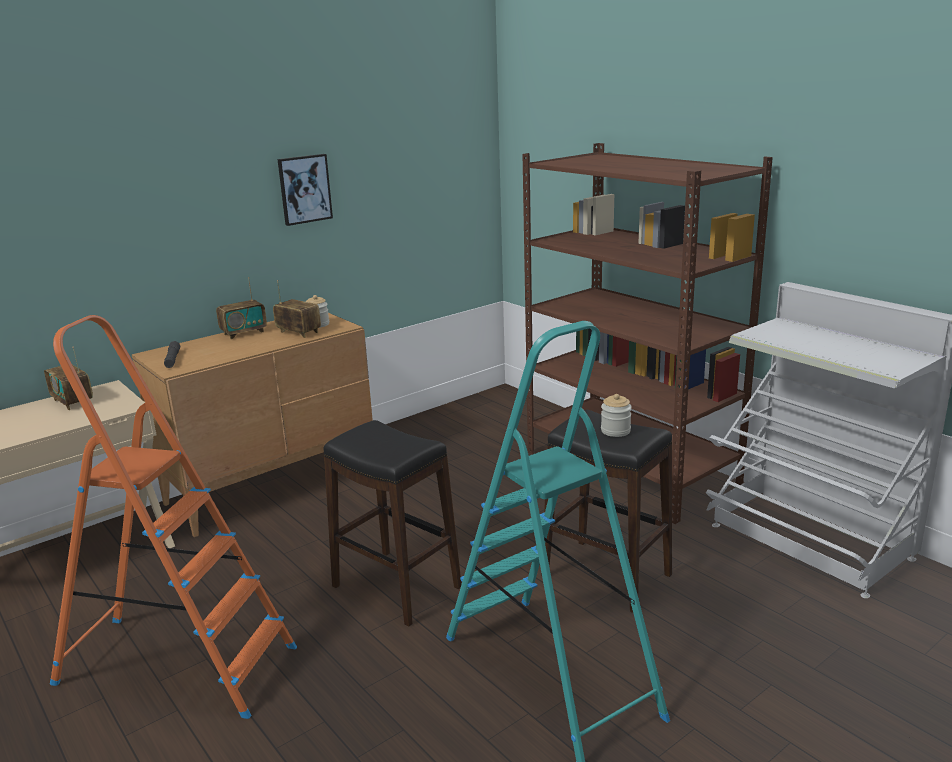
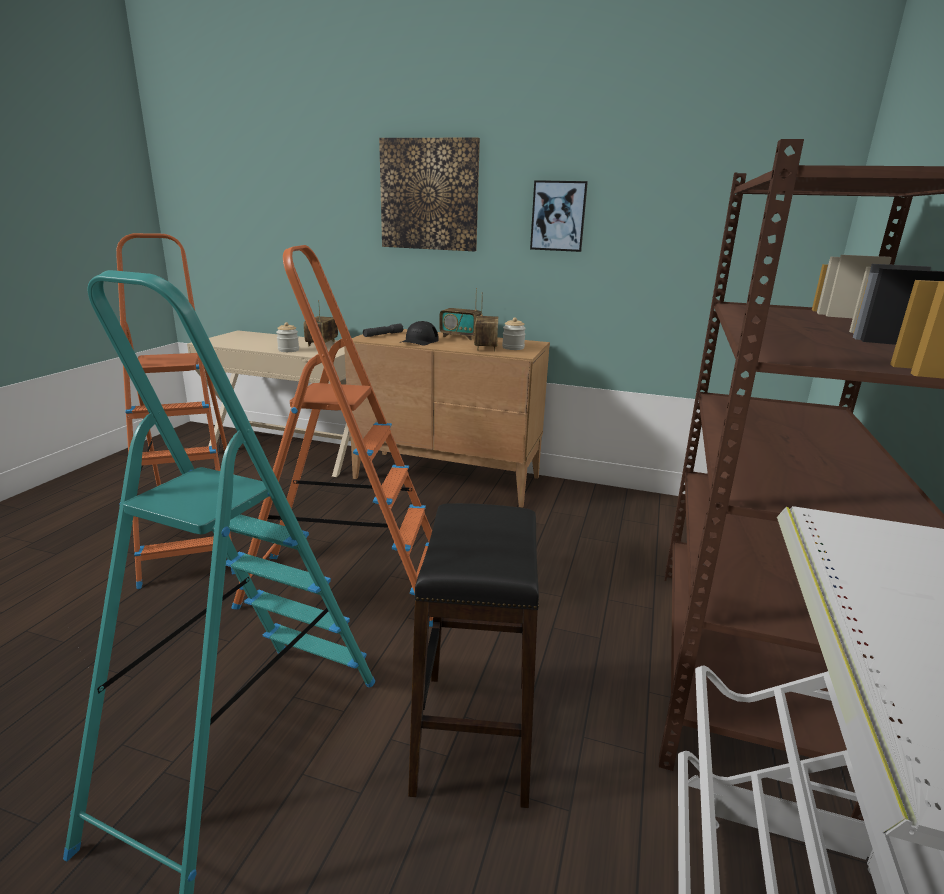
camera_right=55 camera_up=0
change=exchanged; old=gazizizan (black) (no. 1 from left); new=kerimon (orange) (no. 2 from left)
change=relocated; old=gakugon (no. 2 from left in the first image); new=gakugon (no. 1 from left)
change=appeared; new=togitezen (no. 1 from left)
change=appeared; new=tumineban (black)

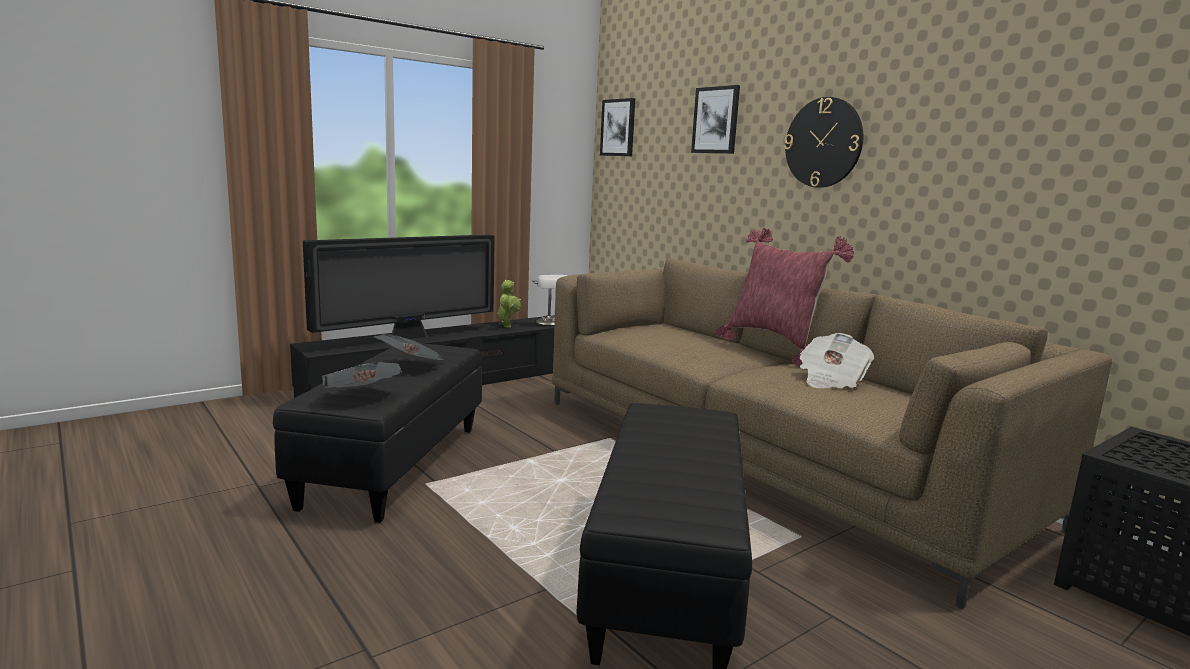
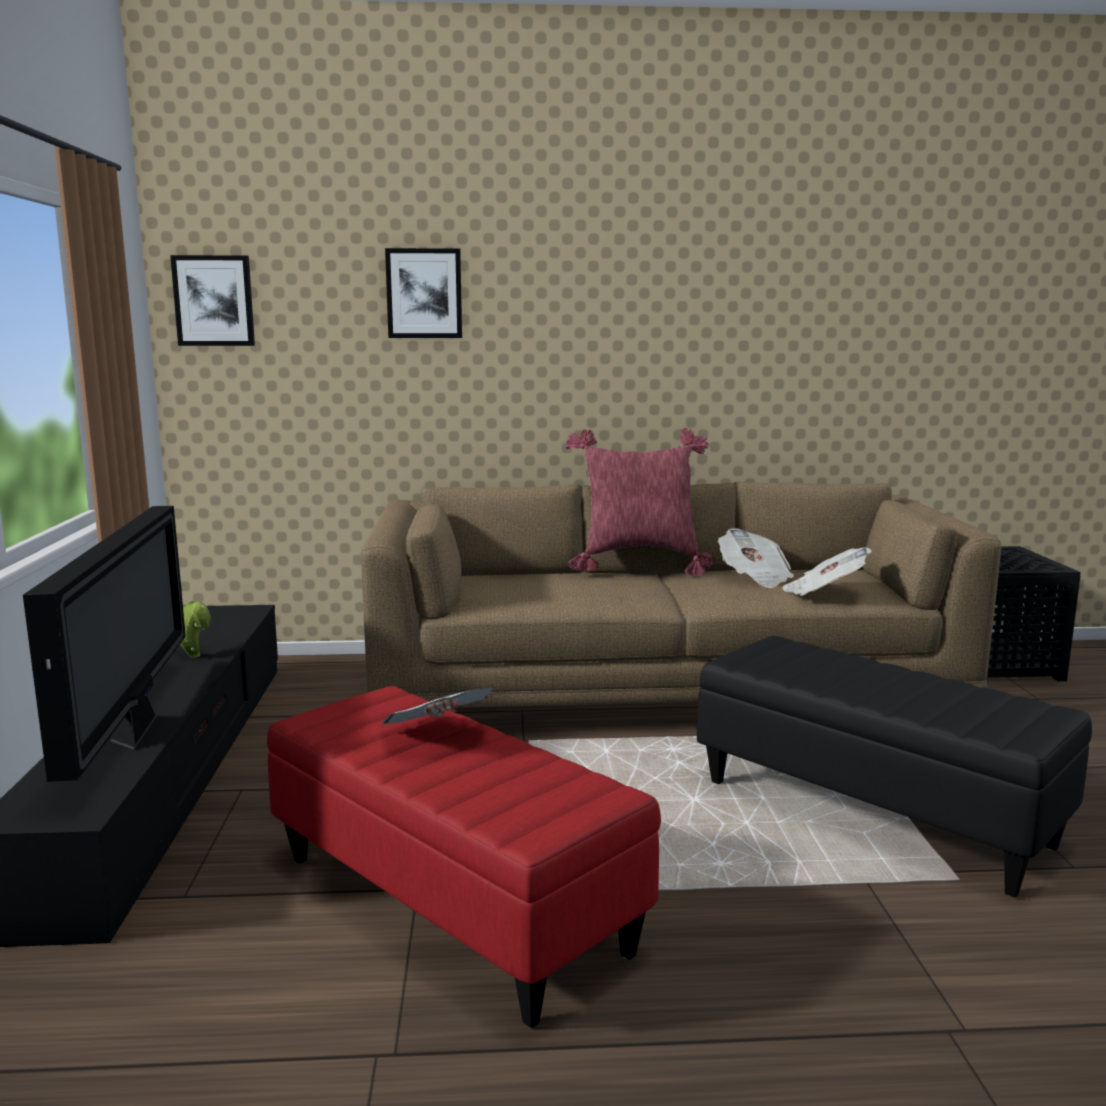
camera_right=-55 camera_up=0
change=colour; old=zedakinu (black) (no. 1 from left); new=zedakinu (red)
change=relocated; old=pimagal (no. 1 from left in the first image); new=pimagal (no. 3 from left)
change=missing; old=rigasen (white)
change=missing; old=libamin

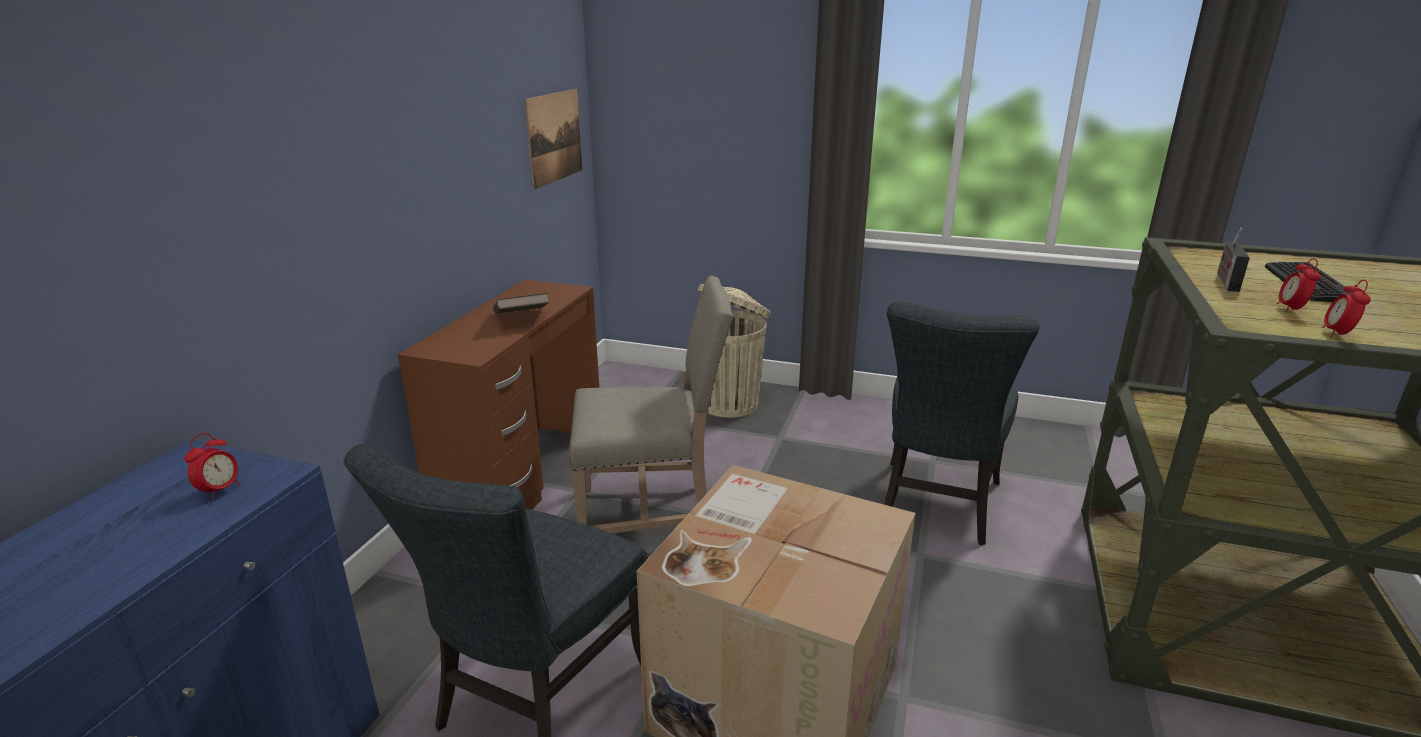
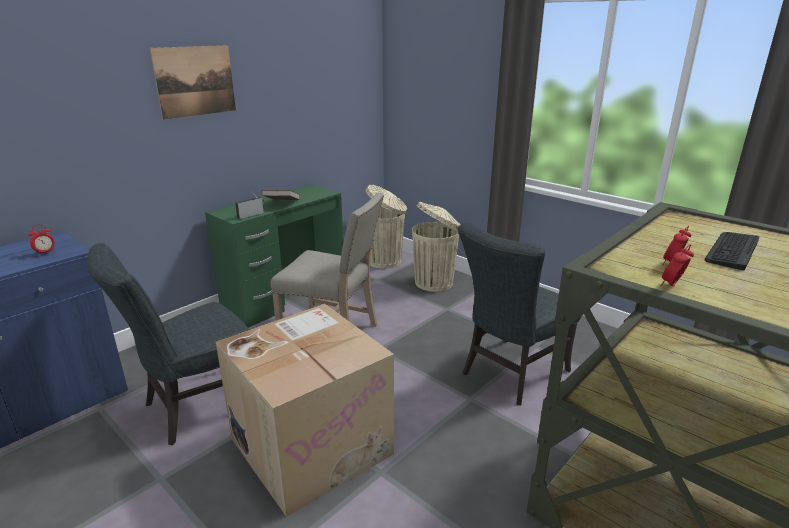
camera_right=25 camera_up=0
change=colour; old=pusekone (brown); new=pusekone (green)
change=relocated; old=togitezen
change=relocated; old=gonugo
change=appeared; new=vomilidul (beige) (no. 1 from left)

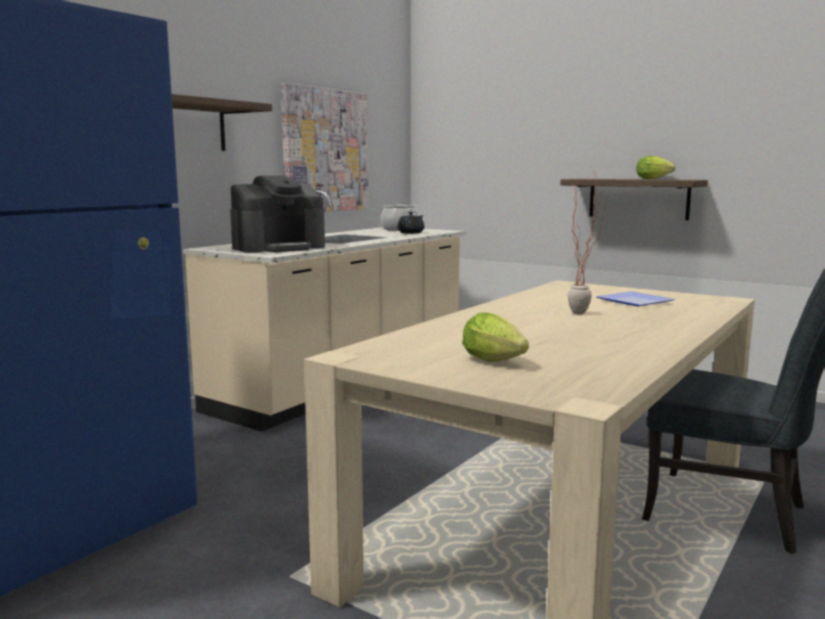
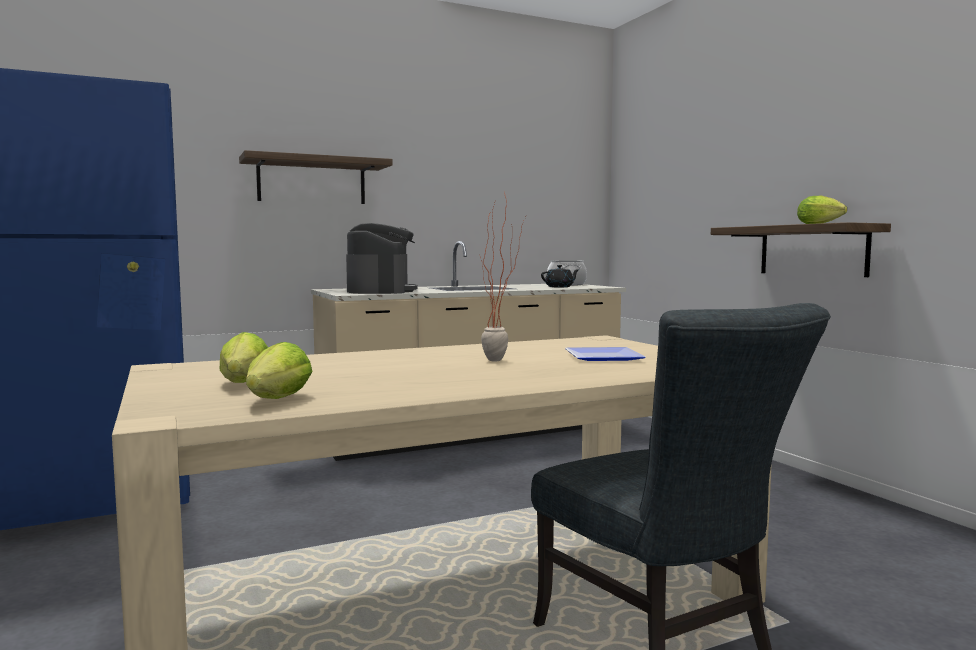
camera_right=30 camera_up=-5
change=spun; old=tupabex; degrees=-90
change=missing; old=togitezen
change=appeared; new=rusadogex (no. 2 from left)

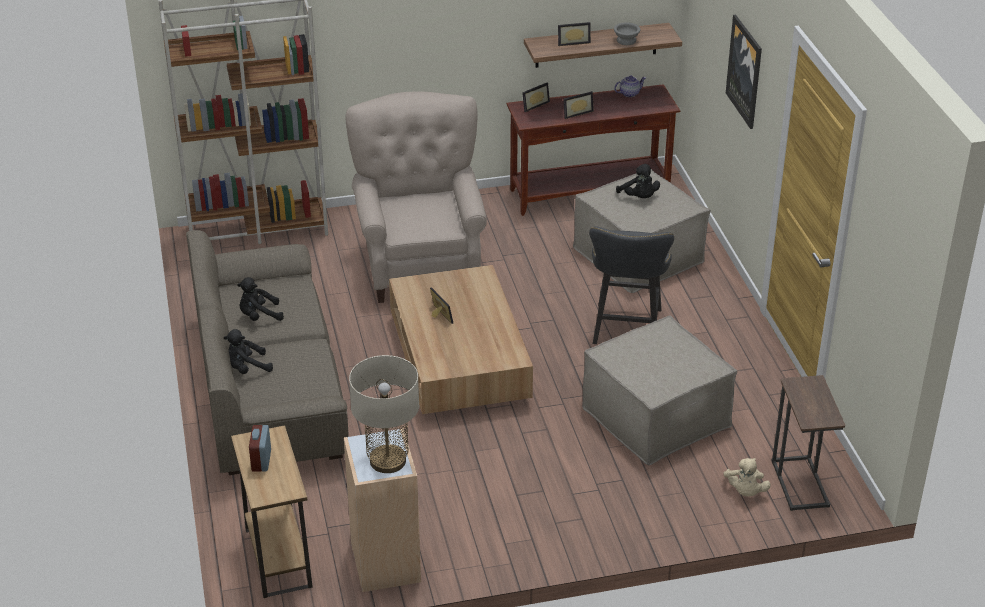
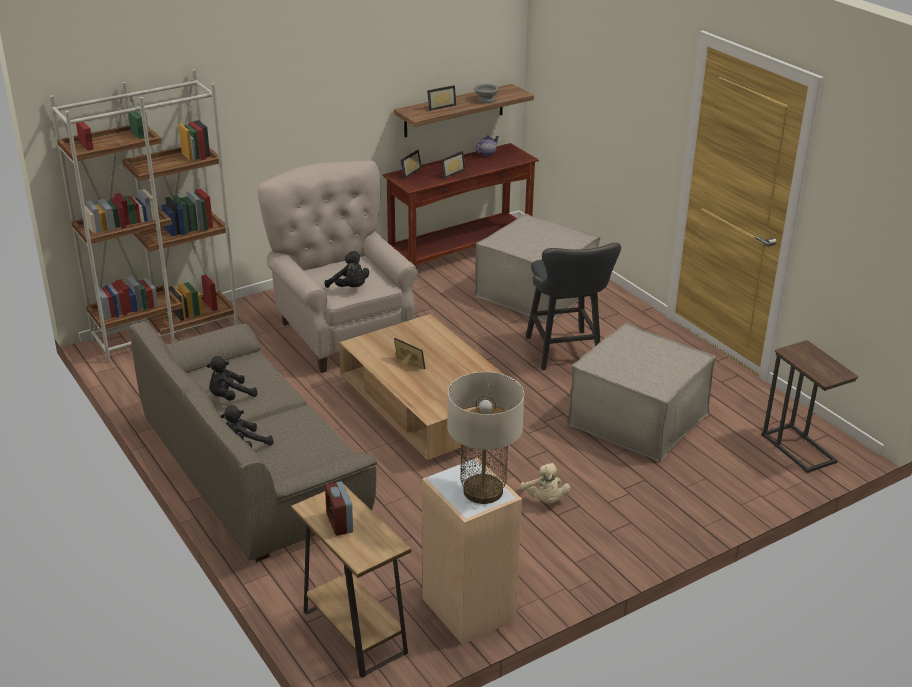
camera_right=-20 camera_up=-5
change=relocated; old=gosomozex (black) (no. 3 from left)
change=relocated; old=gosomozex (beige)
change=missing; old=togitezen

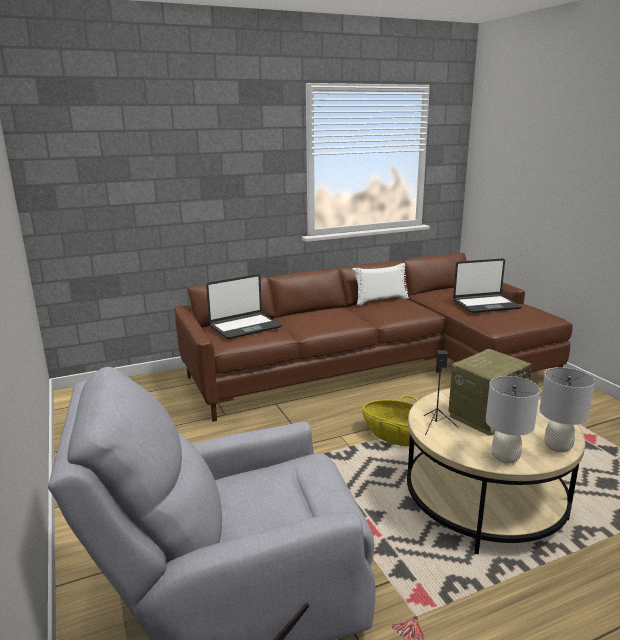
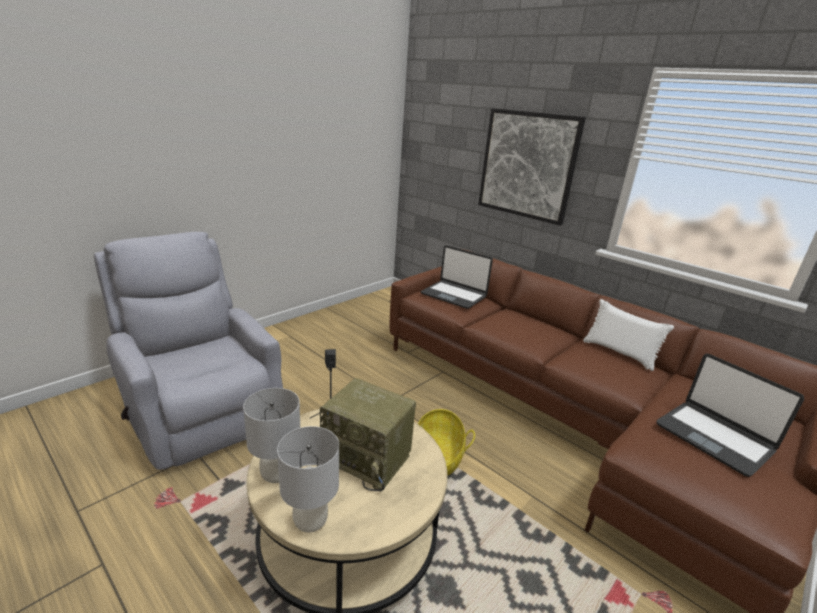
camera_right=65 camera_up=5
change=appeared; new=togitezen

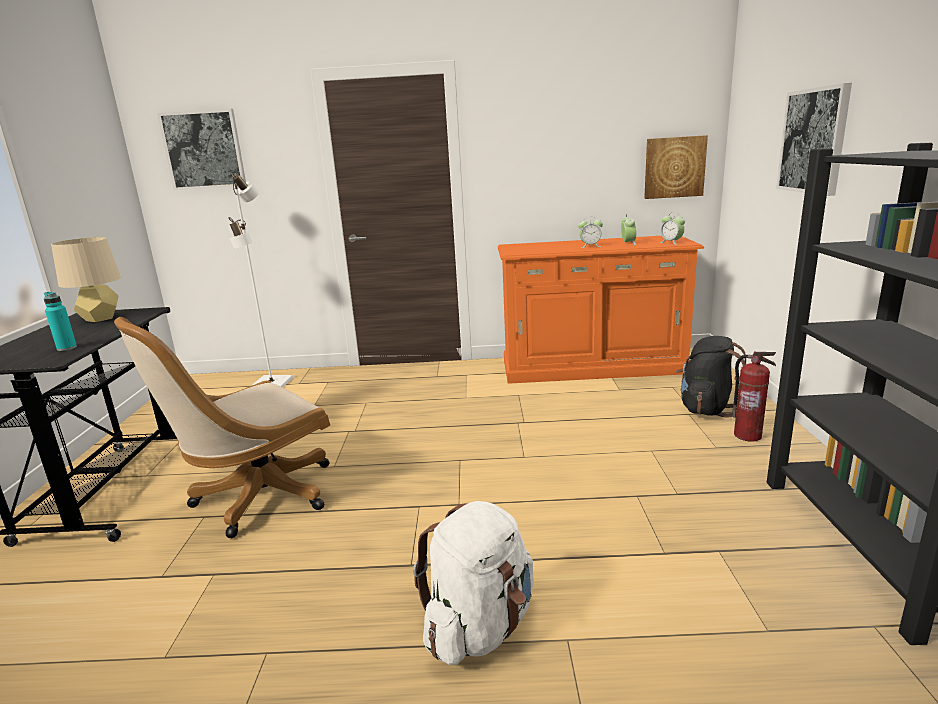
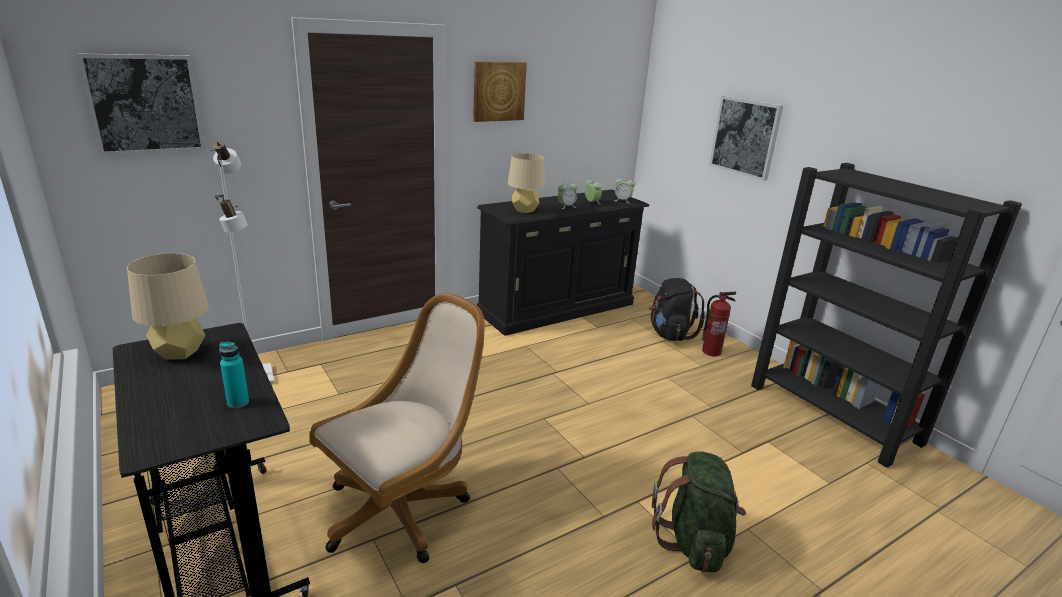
camera_right=-35 camera_up=5
change=spun; old=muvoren; degrees=-150
change=colour; old=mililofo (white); new=mililofo (green)
change=colour; old=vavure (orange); new=vavure (black)
change=relocated; old=togitezen (no. 2 from left)
change=appeared; new=rigasen (beige) (no. 2 from left)

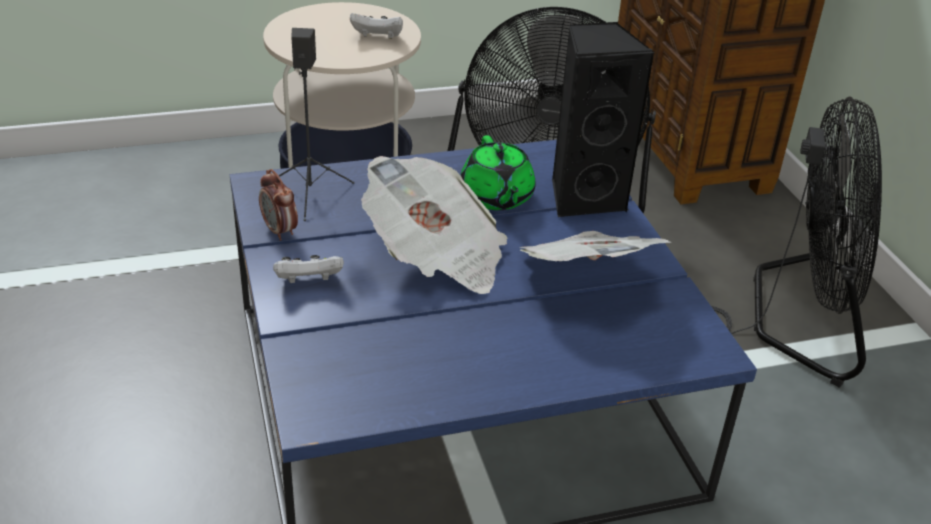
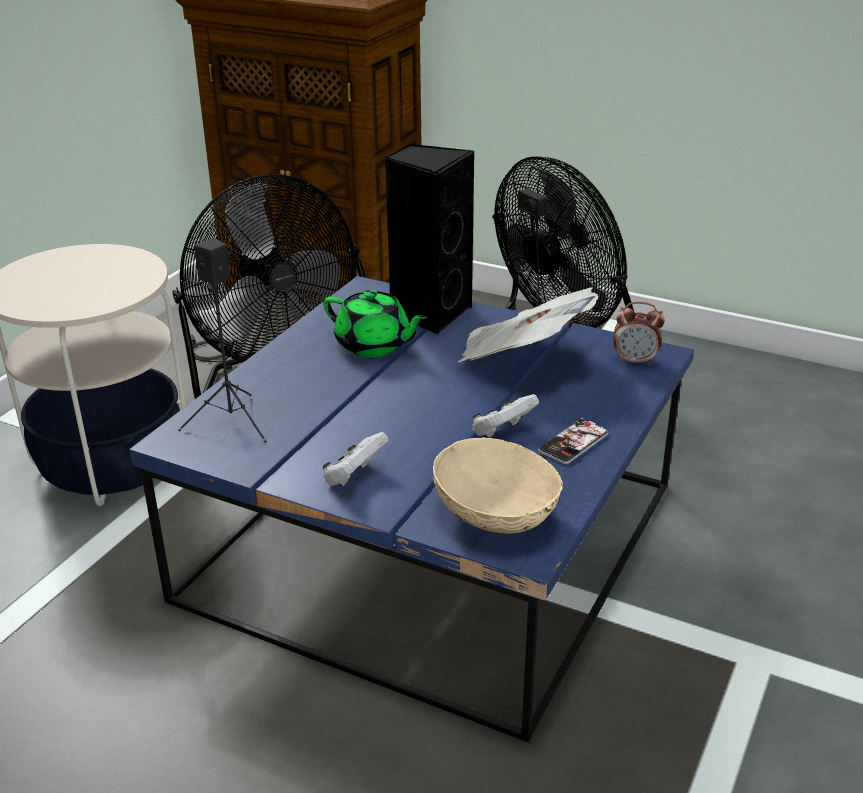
camera_right=-45 camera_up=-5
change=relocated; old=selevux
change=relocated; old=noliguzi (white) (no. 2 from left)
change=missing; old=pimagal (no. 1 from left)
change=appeared; new=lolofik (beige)
change=appeared; new=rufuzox

